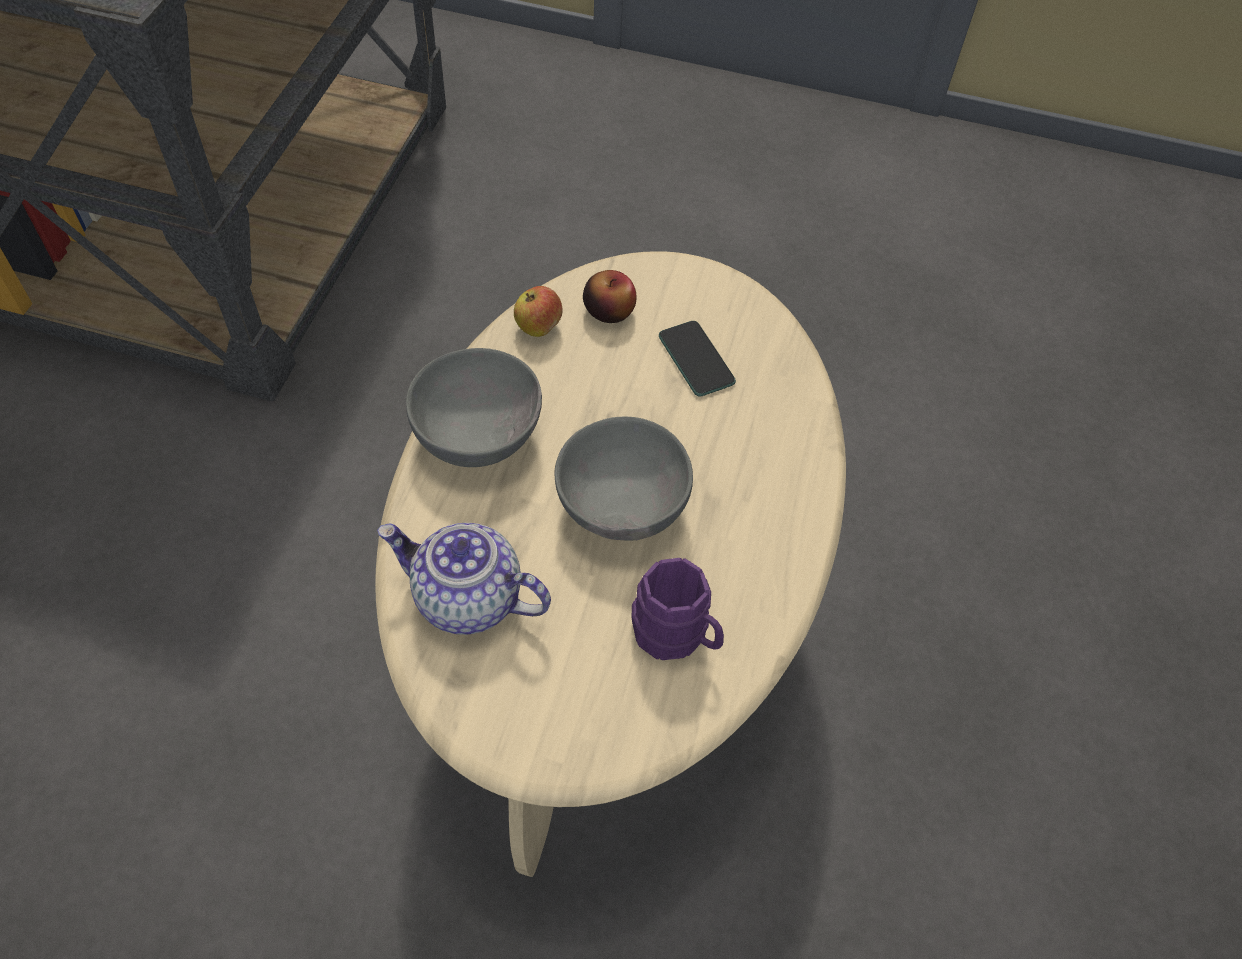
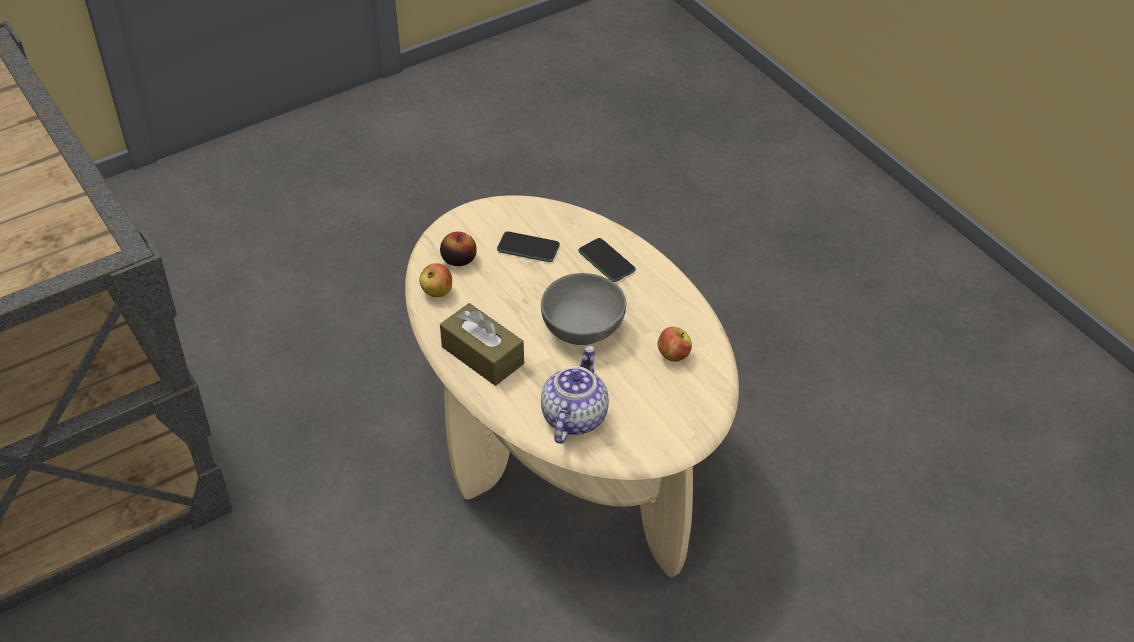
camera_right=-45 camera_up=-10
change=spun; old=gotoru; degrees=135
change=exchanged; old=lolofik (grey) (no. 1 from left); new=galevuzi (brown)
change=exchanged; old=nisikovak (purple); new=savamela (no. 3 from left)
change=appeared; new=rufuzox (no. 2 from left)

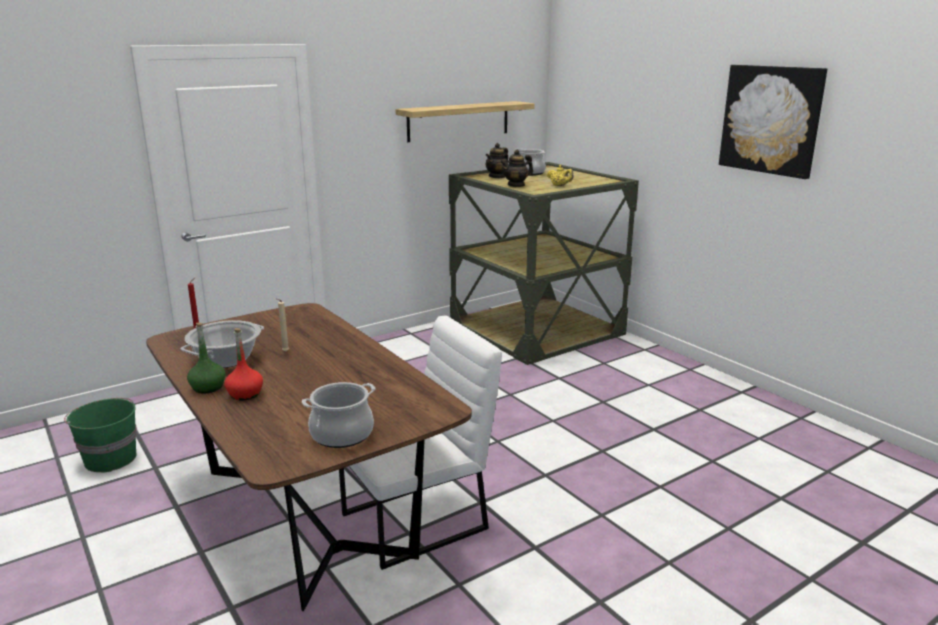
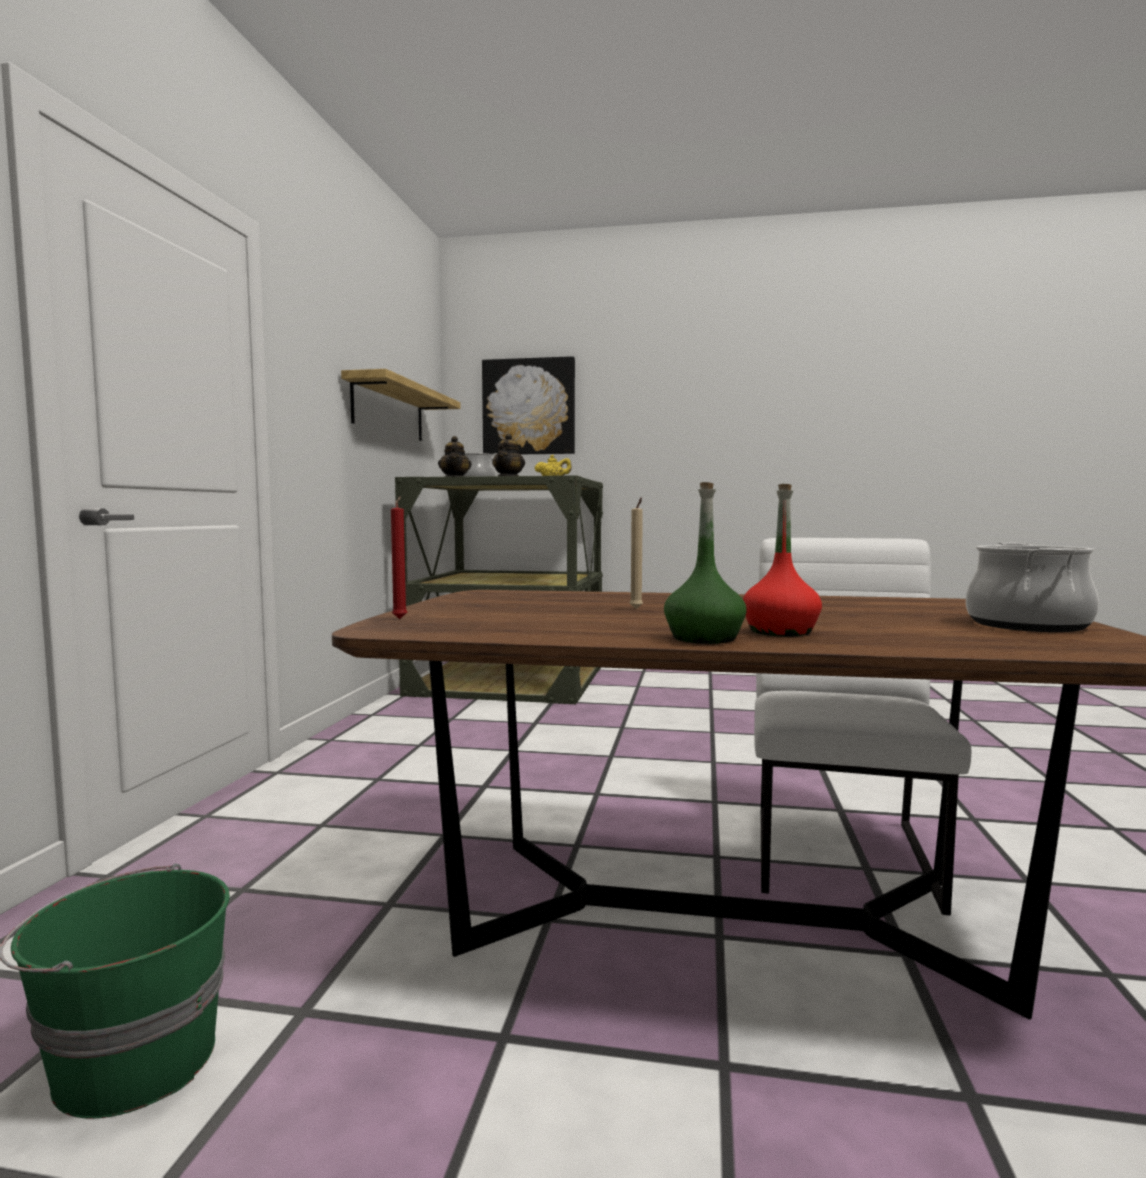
camera_right=-45 camera_up=-15
change=missing; old=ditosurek (no. 1 from left)
change=relocated; old=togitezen

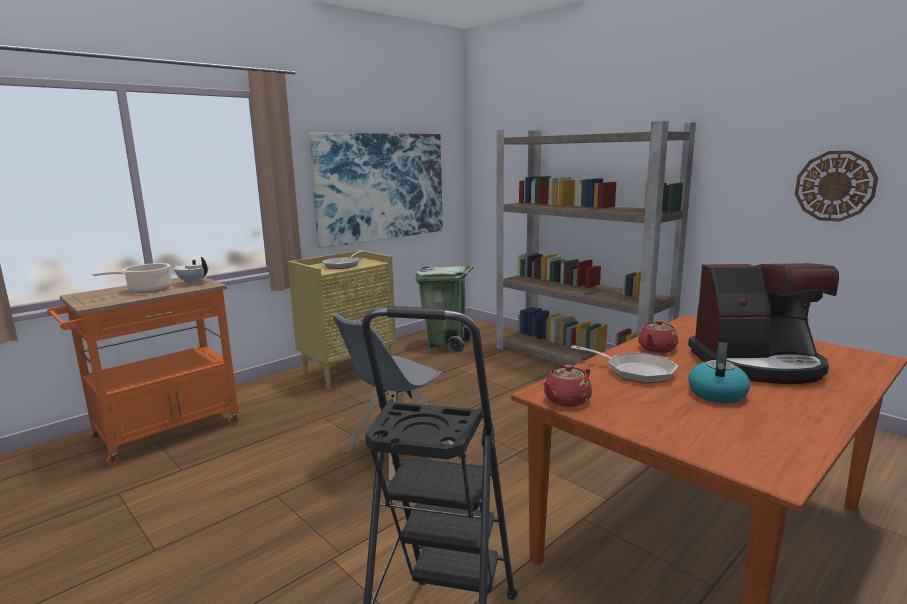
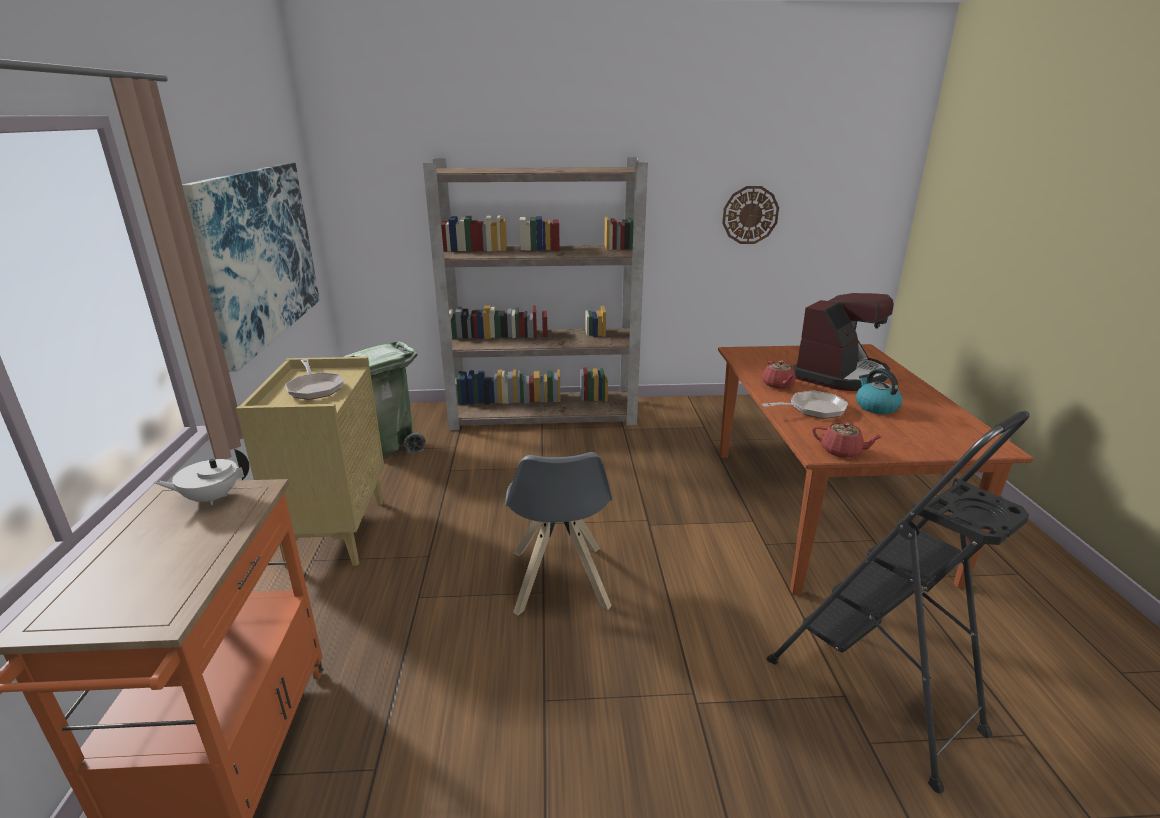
camera_right=-50 camera_up=10
change=missing; old=ditosurek
change=spun; old=gotoru (red) (no. 1 from left in the first image); degrees=-60

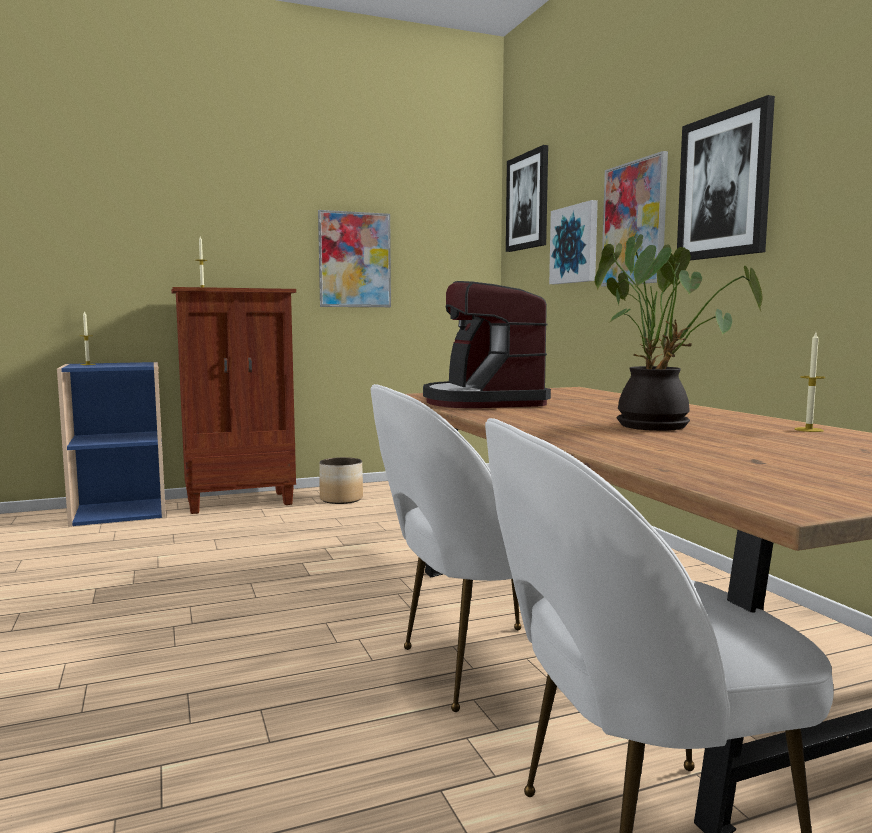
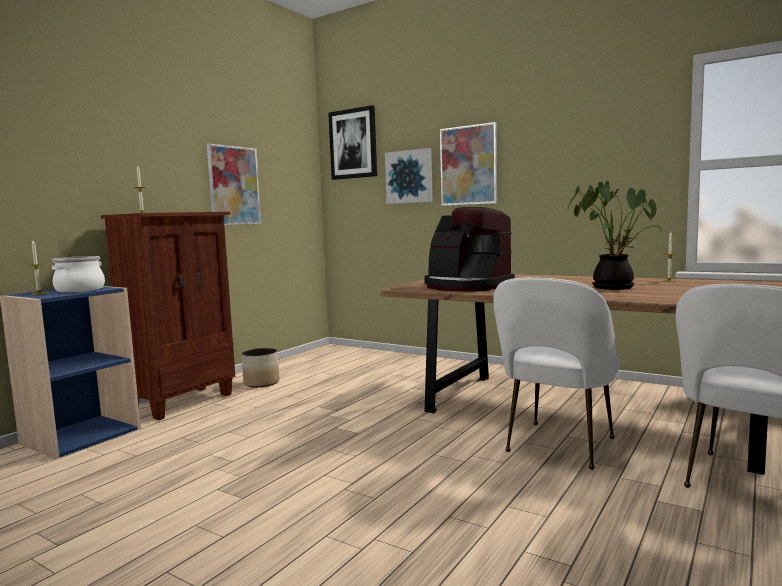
camera_right=-35 camera_up=0
change=missing; old=togitezen (no. 5 from left)
change=appeared; new=ditosurek

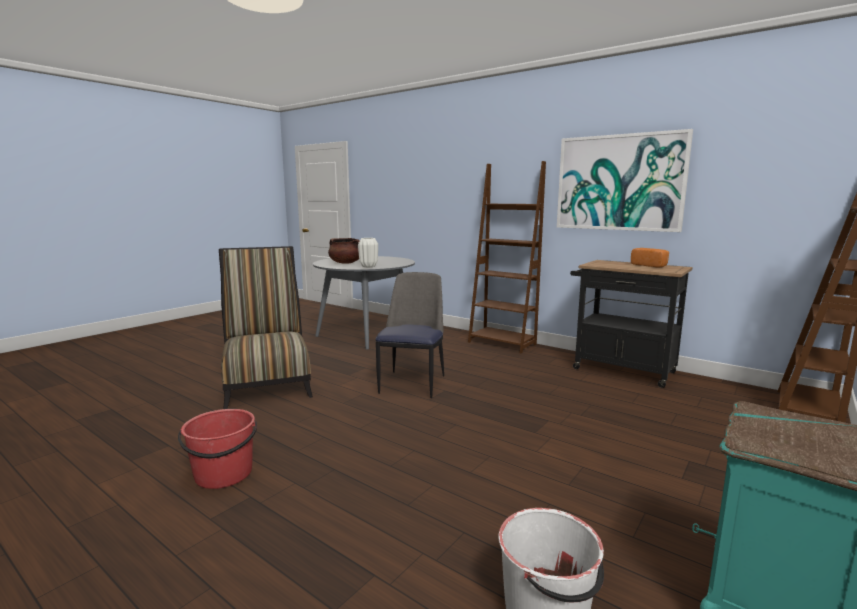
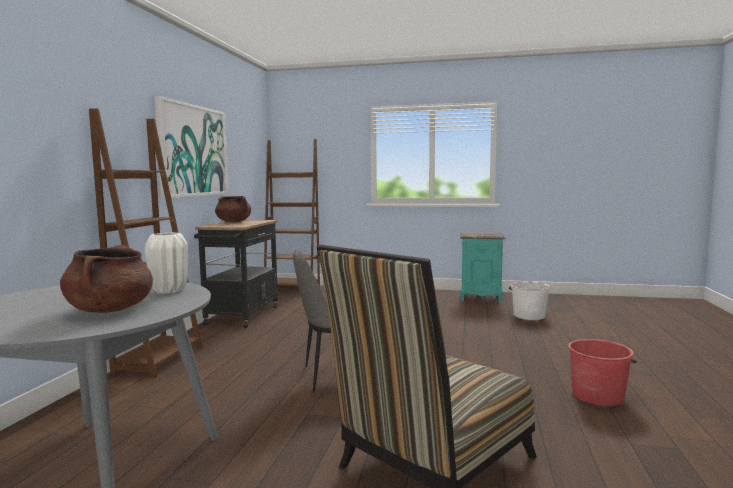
camera_right=-115 camera_up=-5
change=exchanged; old=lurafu; new=ditosurek (brown) (no. 2 from left)

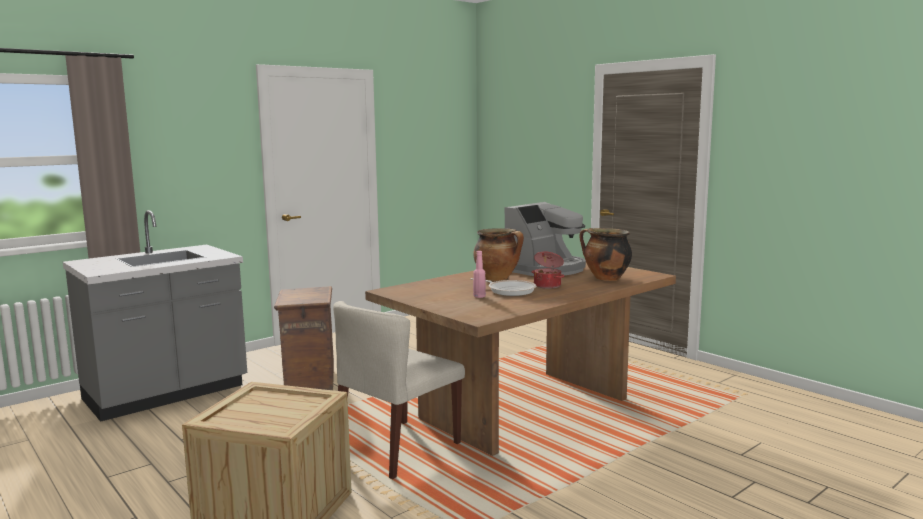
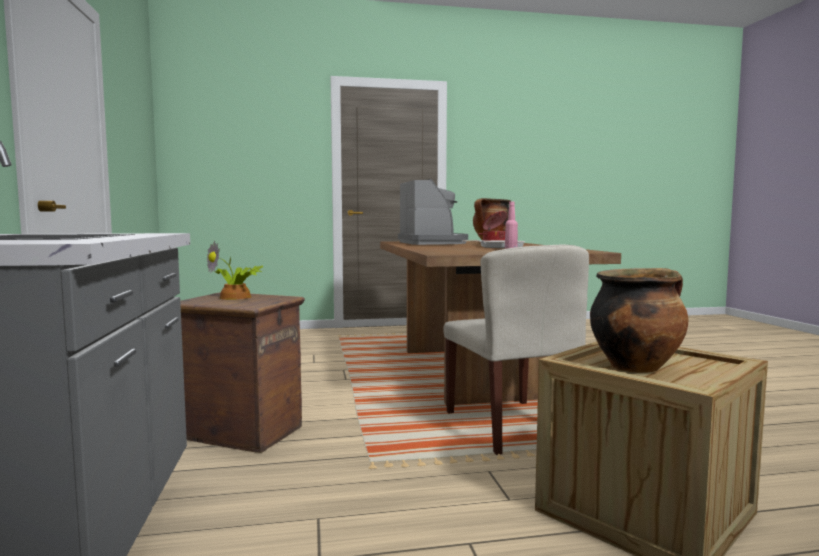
camera_right=-60 camera_up=-5
change=relocated; old=ditosurek (no. 1 from left in the first image); new=ditosurek (no. 3 from left)
change=appeared; new=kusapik

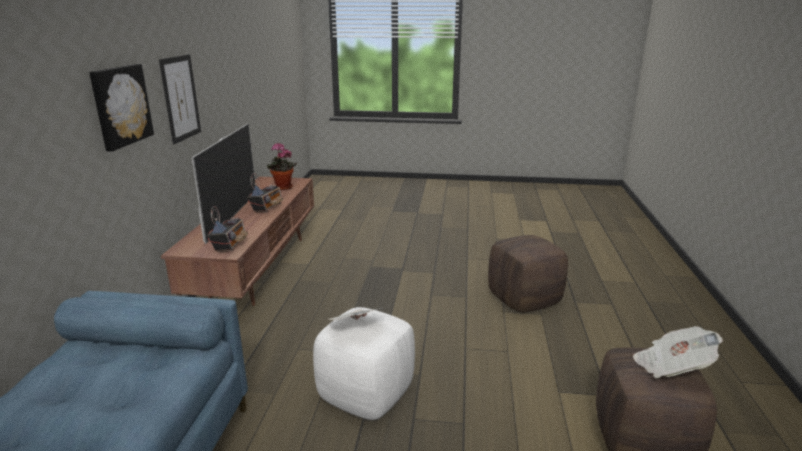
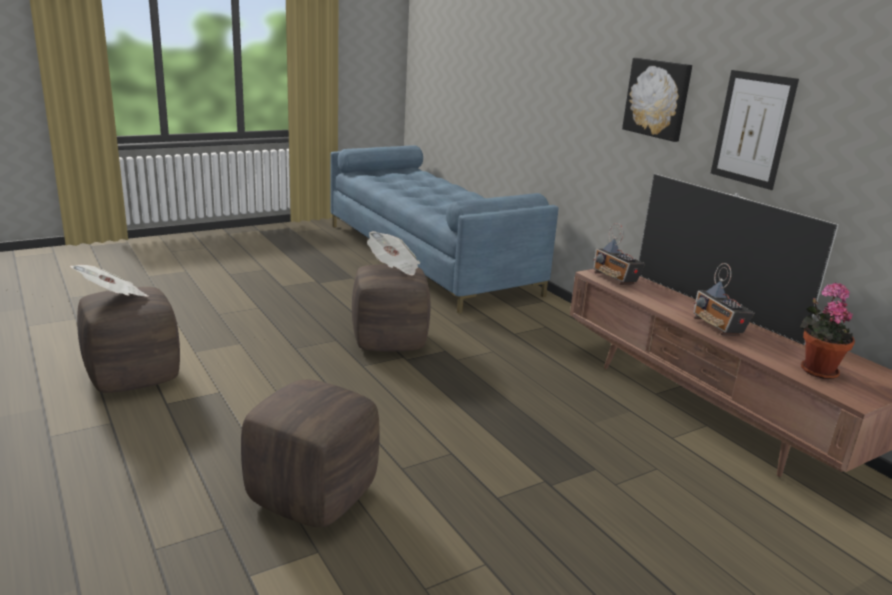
camera_right=140 camera_up=0
change=colour; old=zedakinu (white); new=zedakinu (brown) (no. 3 from left)

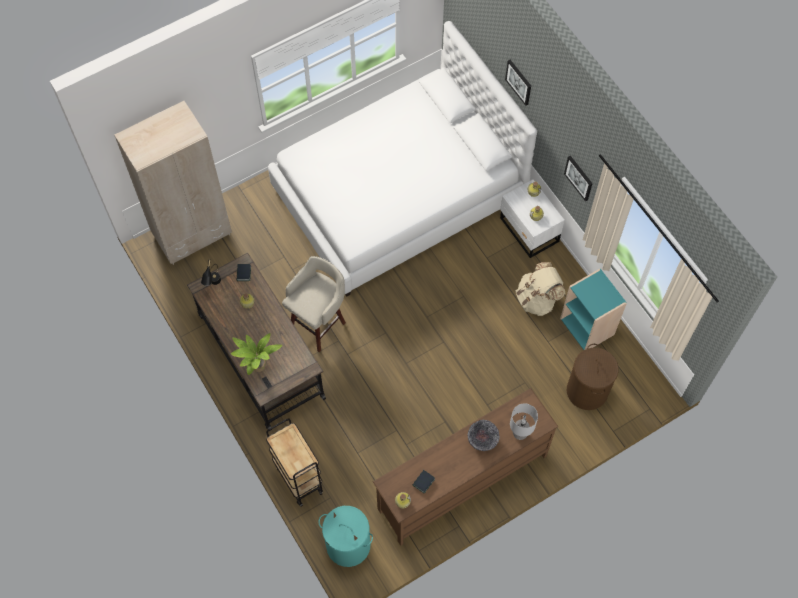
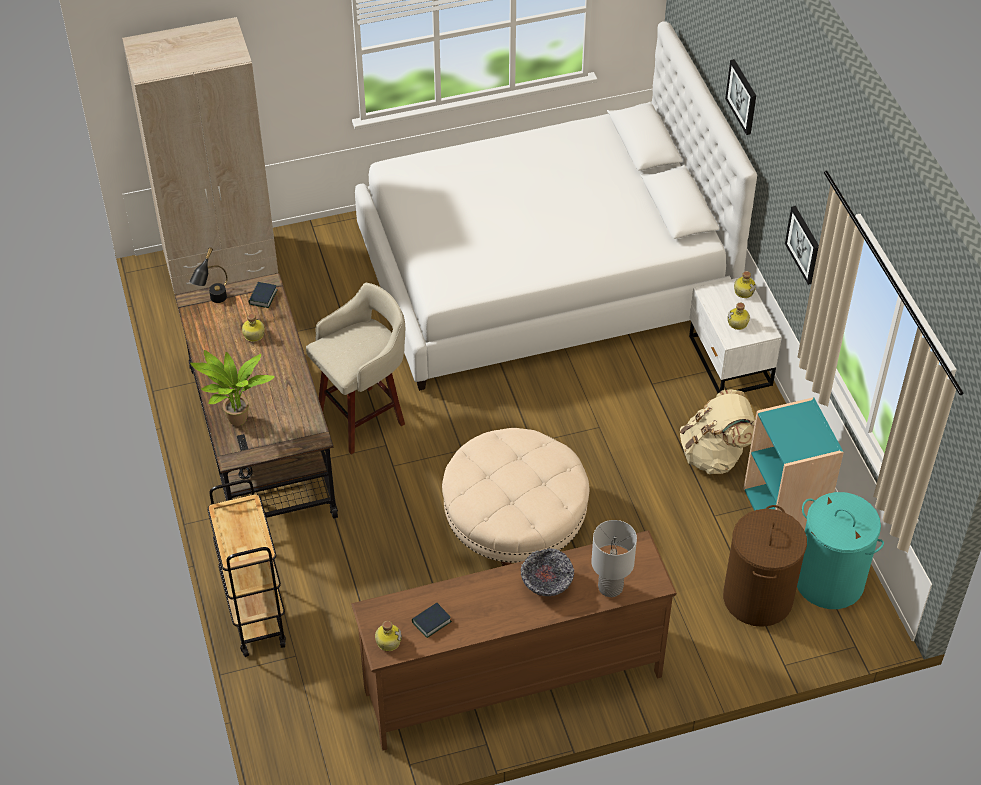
camera_right=15 camera_up=-15
change=relocated; old=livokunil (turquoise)
change=appeared; new=zedakinu (beige)

